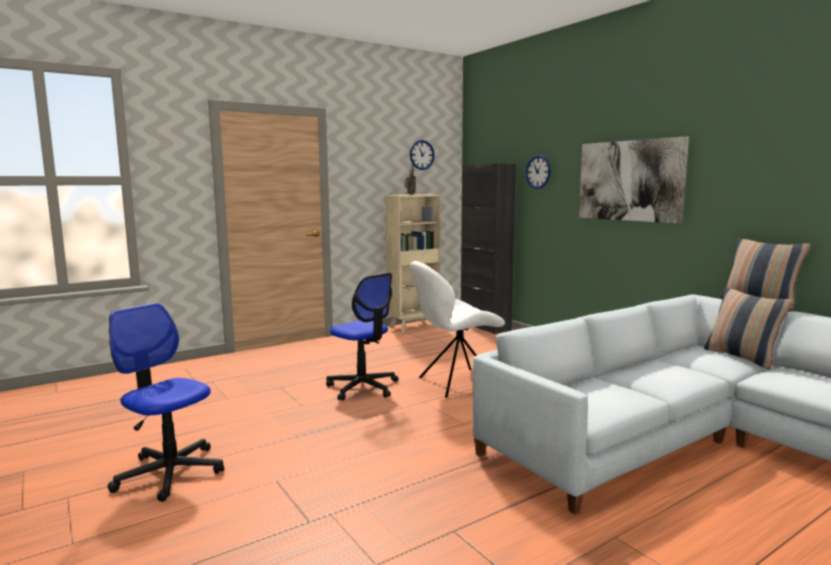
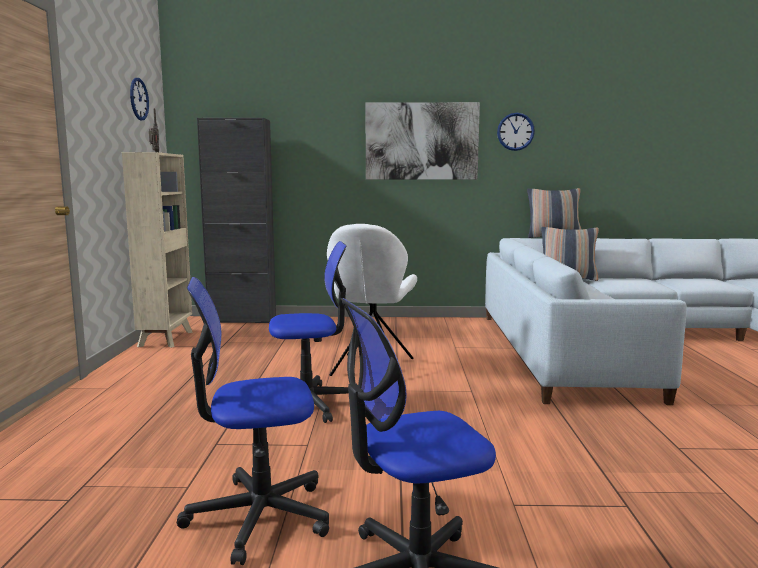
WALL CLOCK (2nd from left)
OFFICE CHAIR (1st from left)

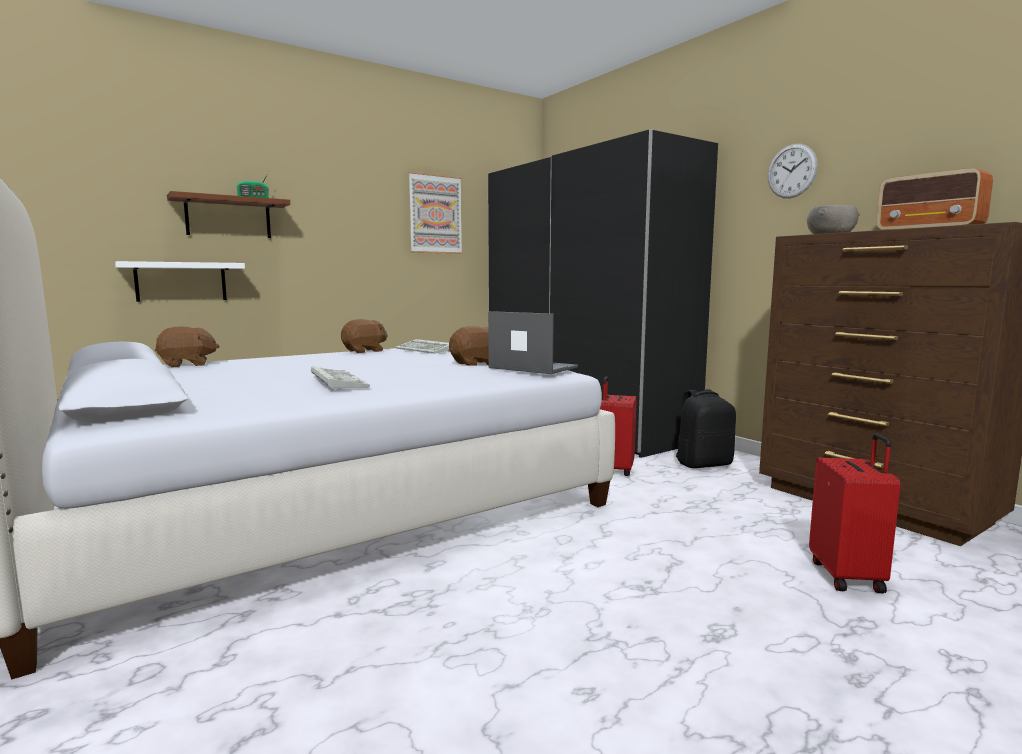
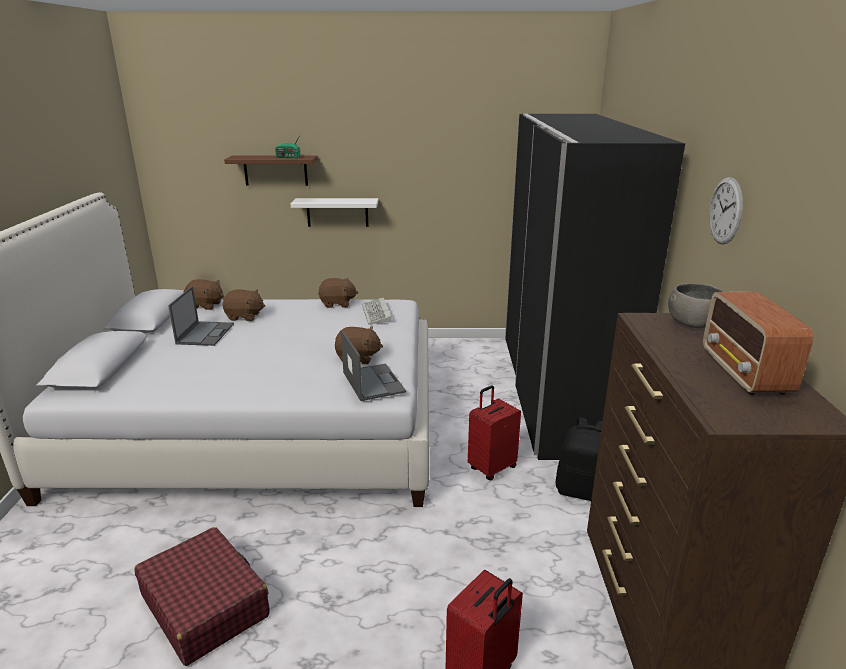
PICTURE
WHITE SHELF
KEYBOARD (1st from left in the first image)
LAPTOP (1st from left)
BROWN PLUSH TOY (2nd from left)
RED SUITCASE (1st from left)

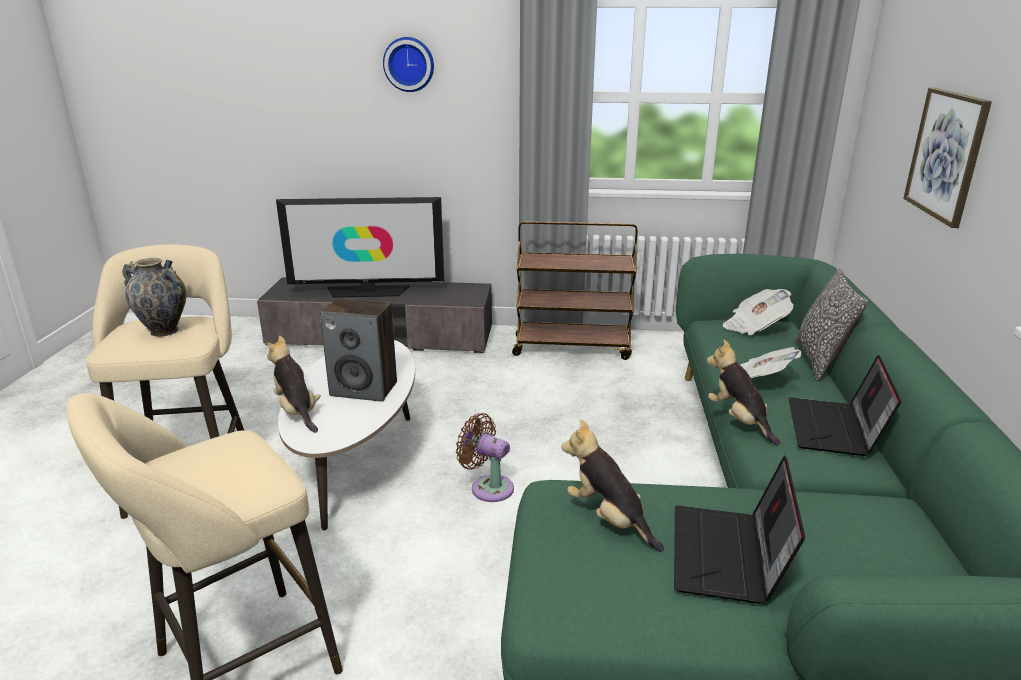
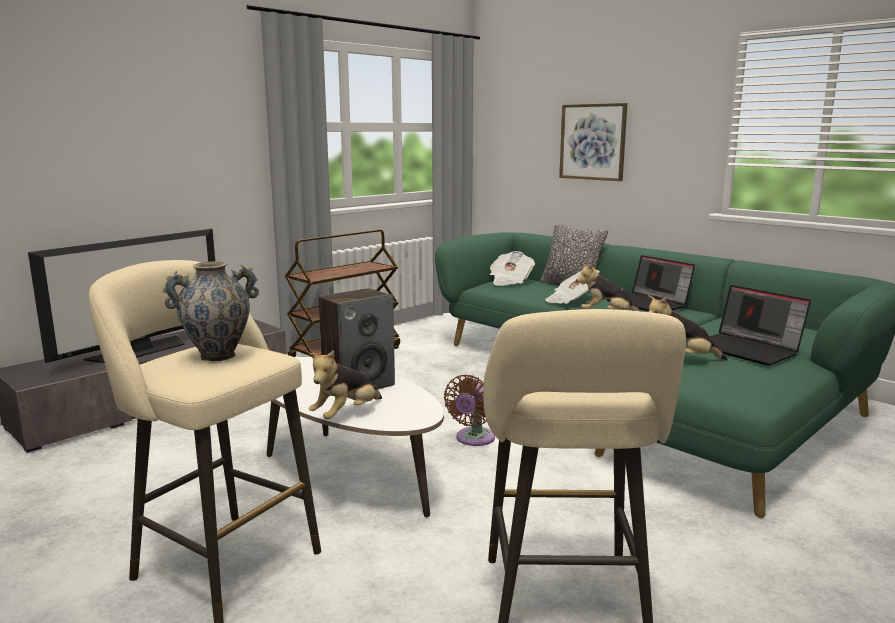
WALL CLOCK
PLUSH TOY (1st from left)
BROWN FAN

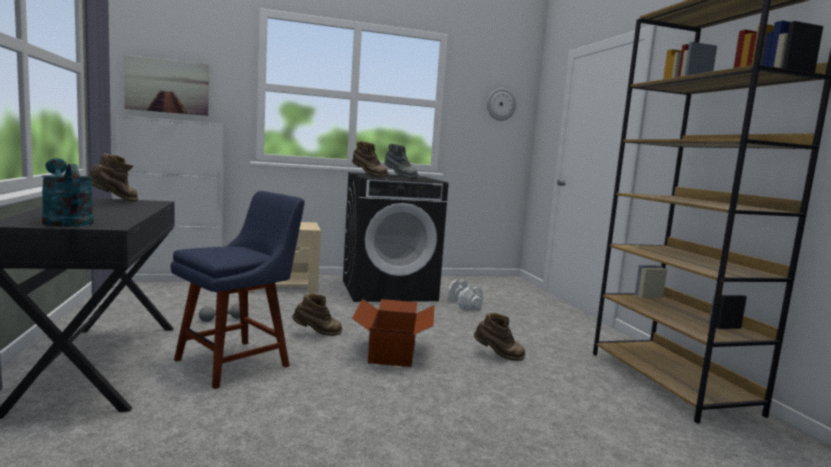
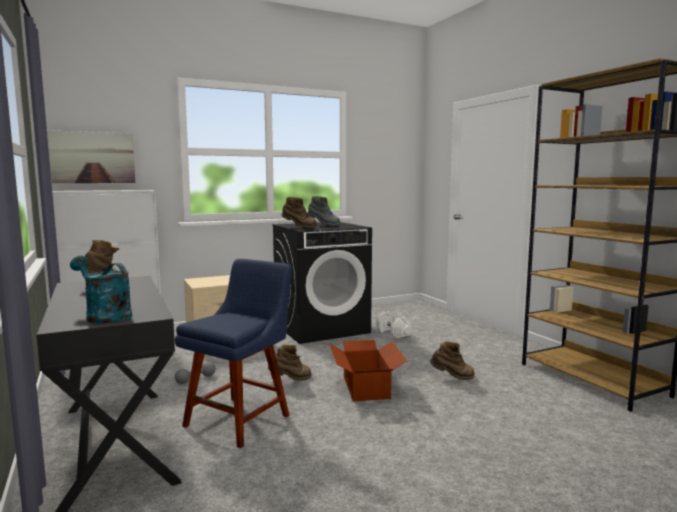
WALL CLOCK

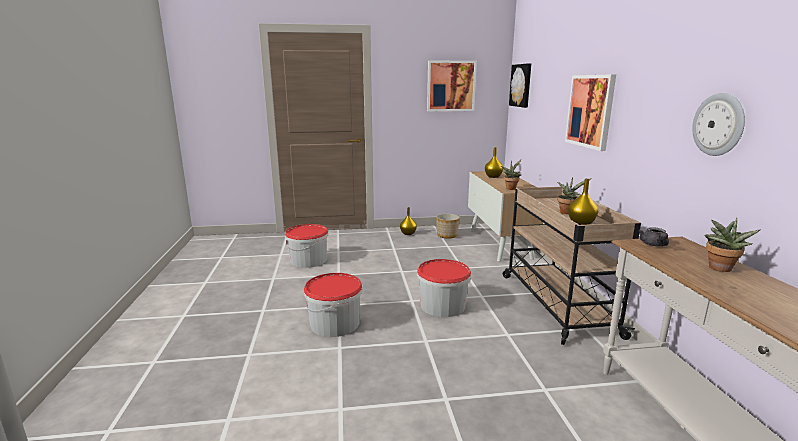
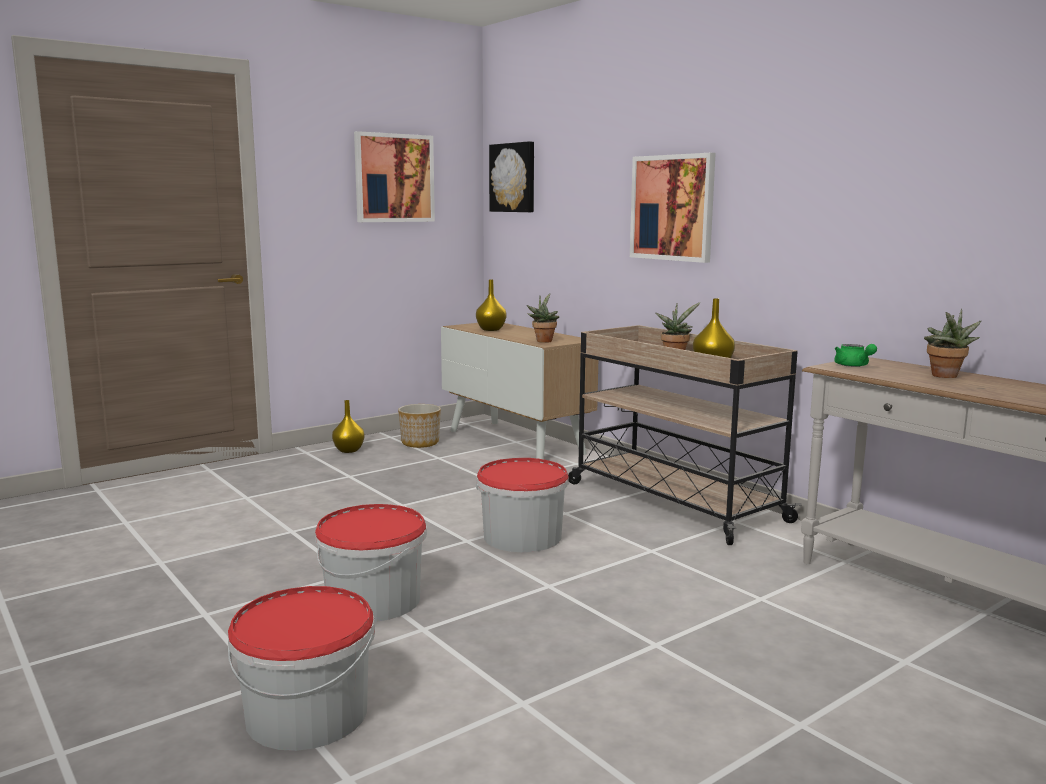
WALL CLOCK
BUCKET (1st from left)
GREEN TEAPOT

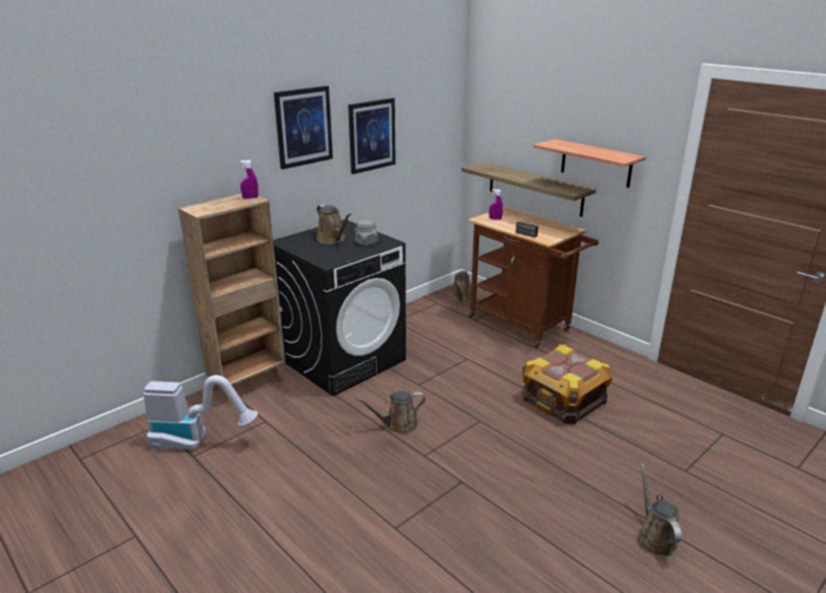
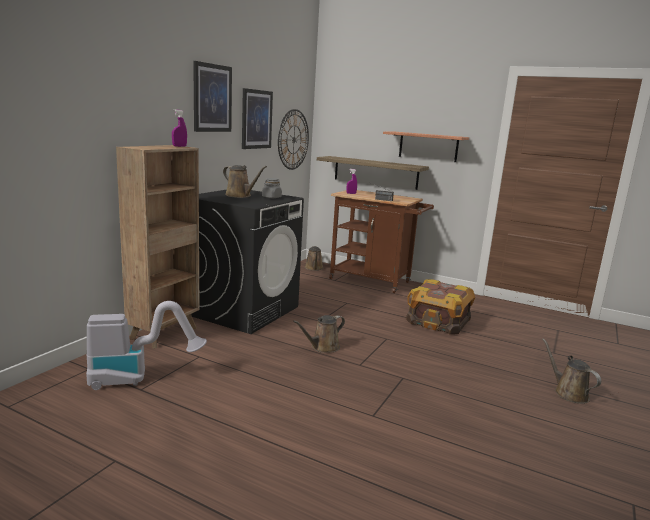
WALL CLOCK

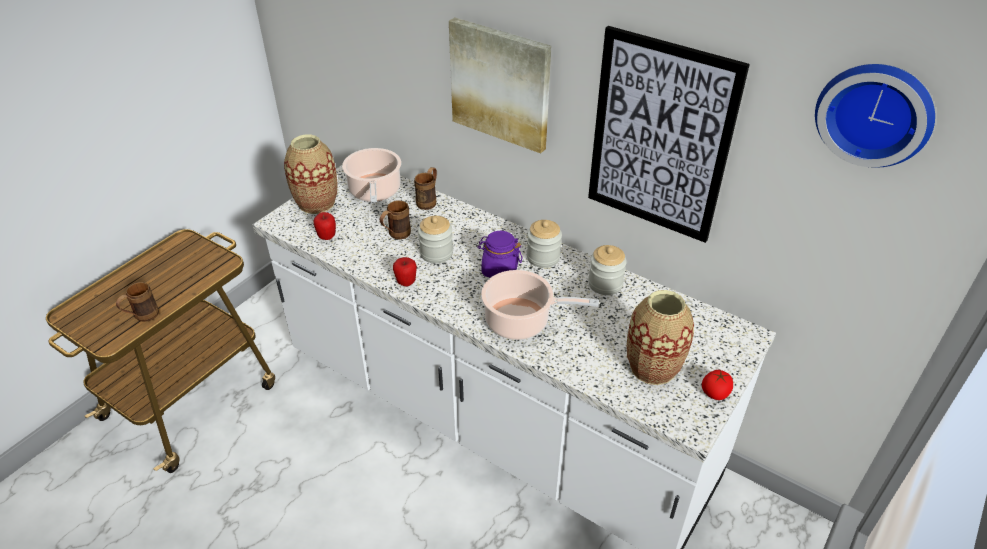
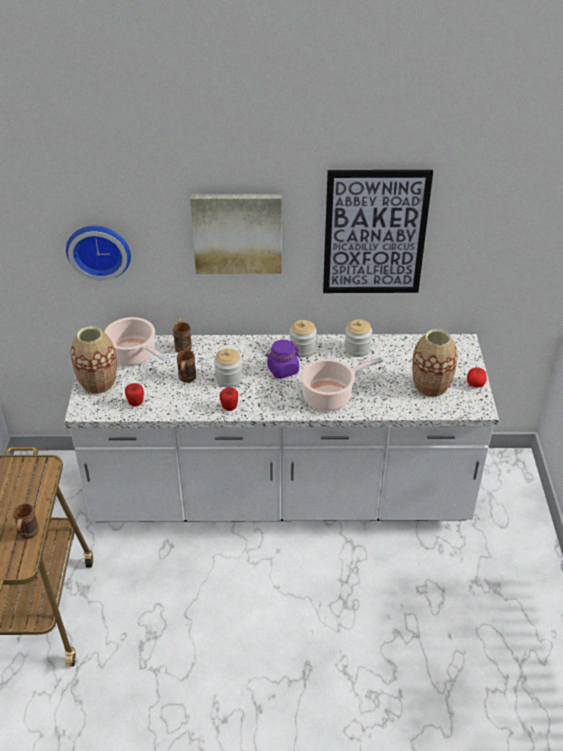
WALL CLOCK

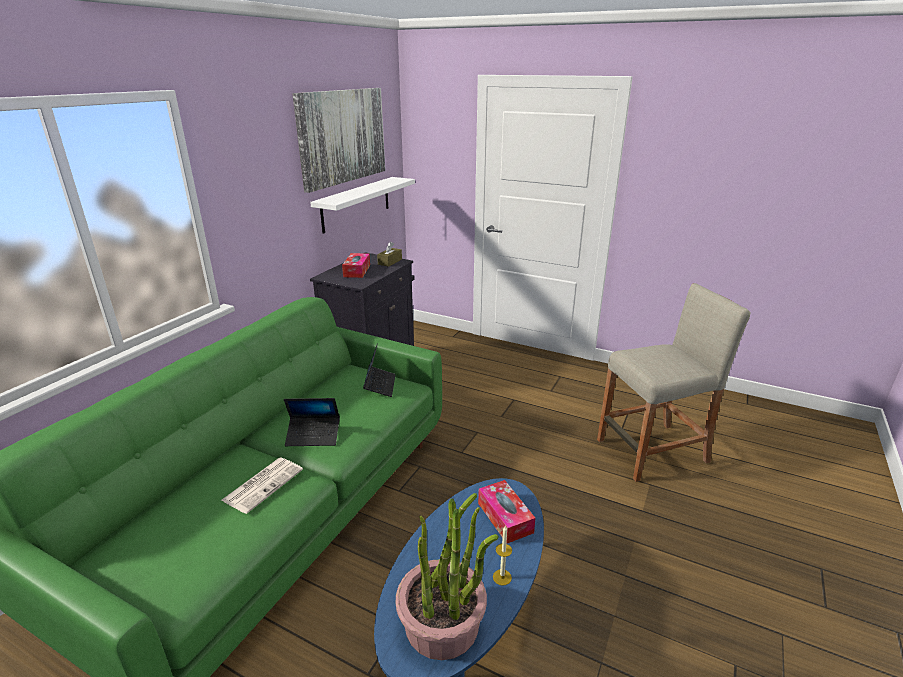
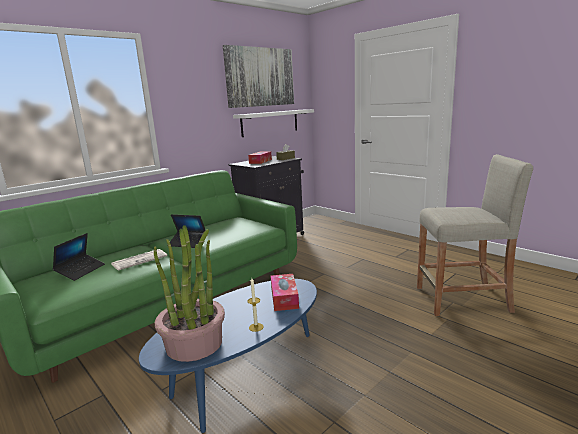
LAPTOP (1st from left)

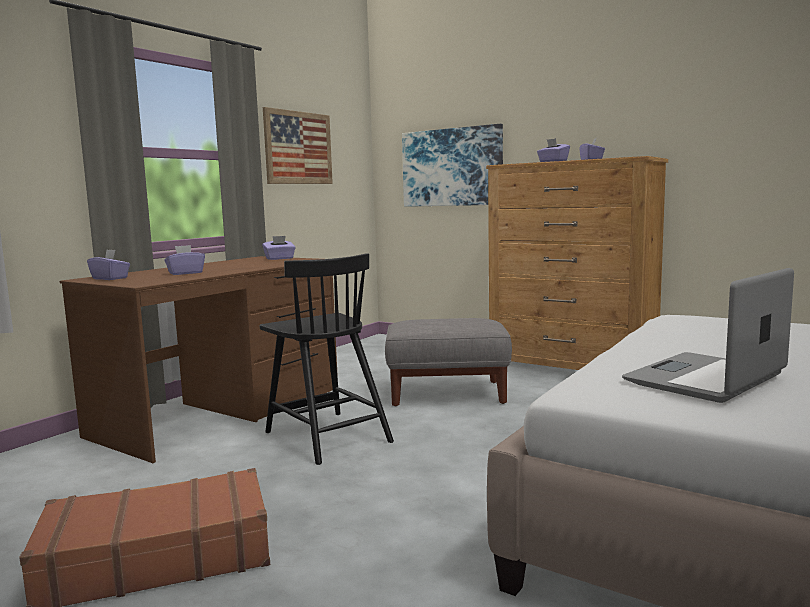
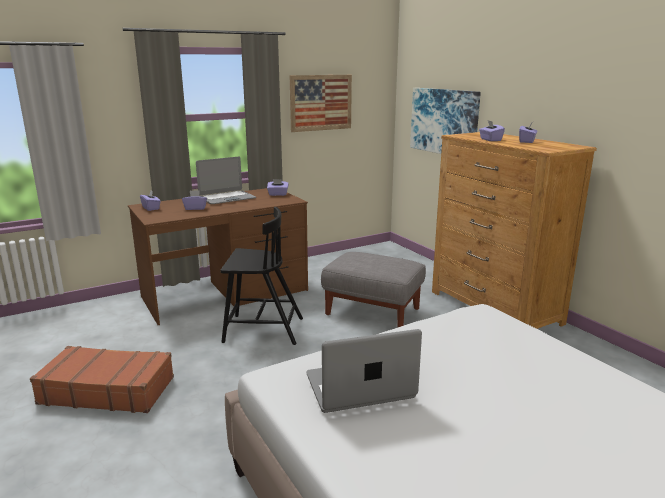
BLACK CHAIR
LAPTOP (1st from left)

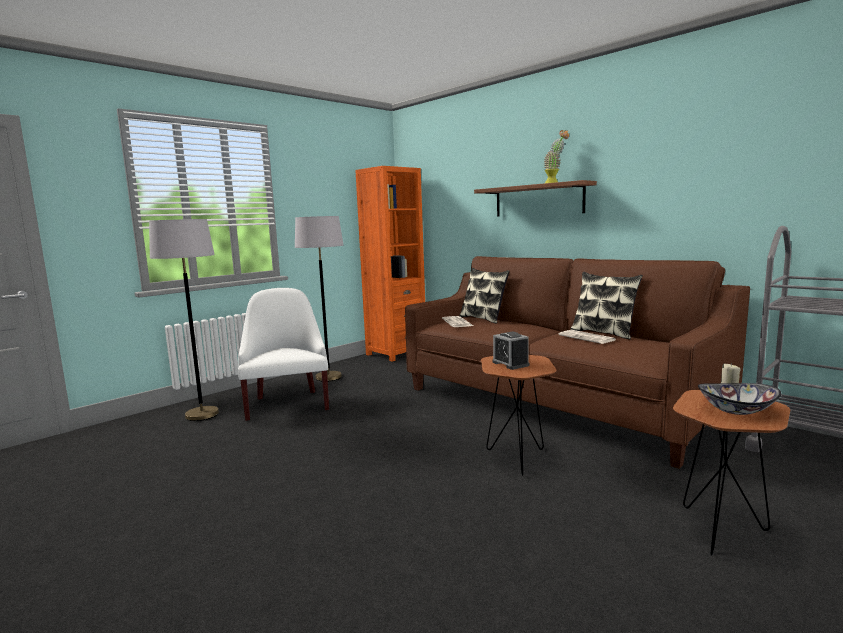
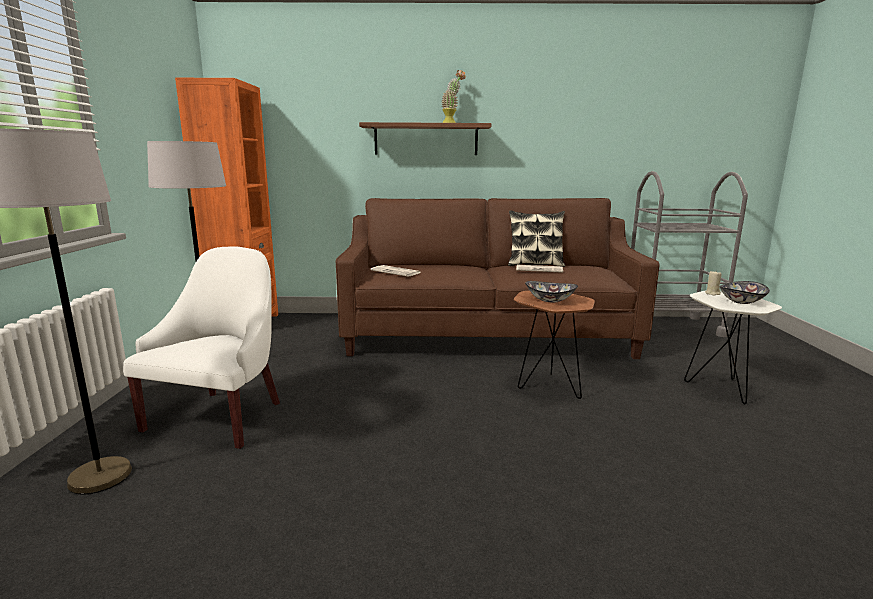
PILLOW (1st from left in the first image)
WHITE ARMCHAIR
BOWL (1st from left)
WHITE SIDE TABLE

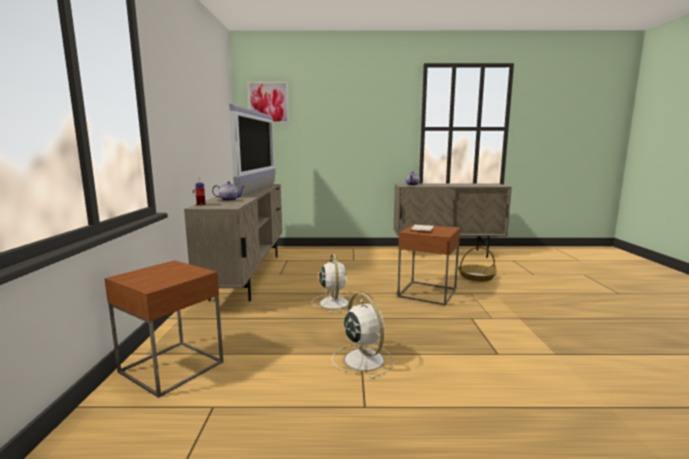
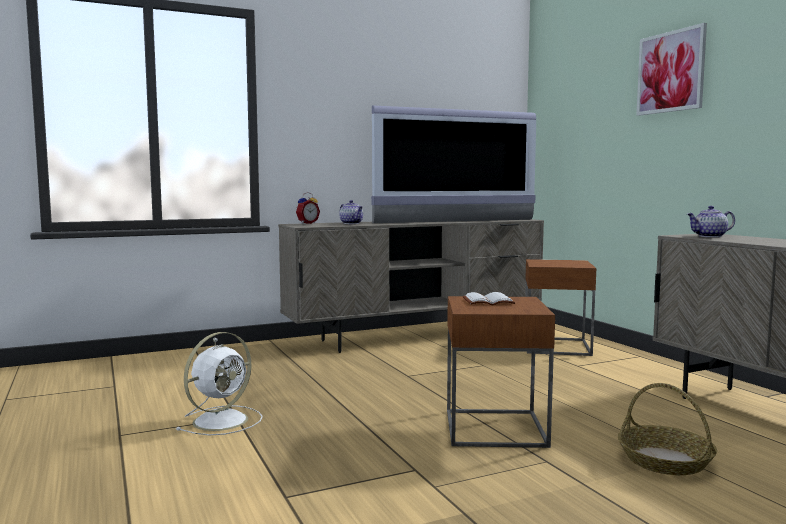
PICTURE
WHITE FAN (1st from left in the first image)
BROWN SIDE TABLE (2nd from left)

